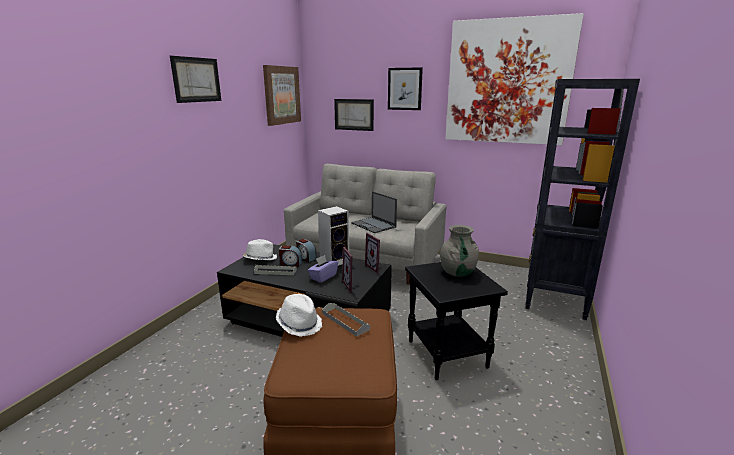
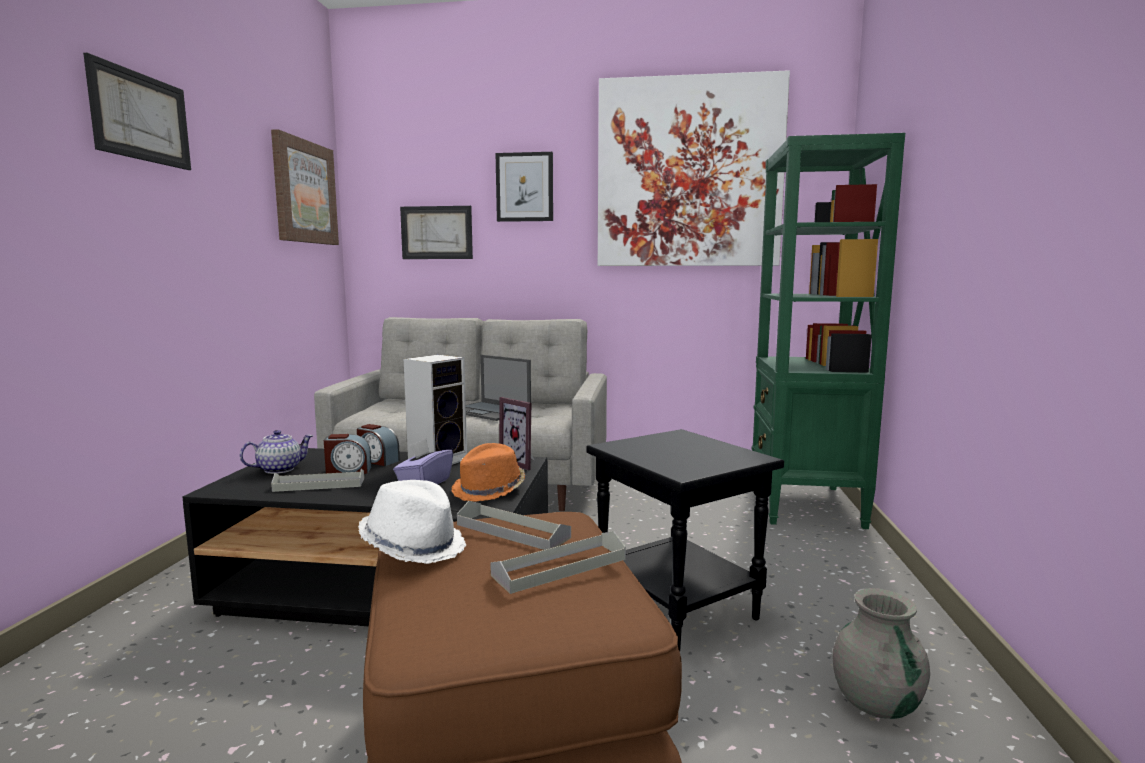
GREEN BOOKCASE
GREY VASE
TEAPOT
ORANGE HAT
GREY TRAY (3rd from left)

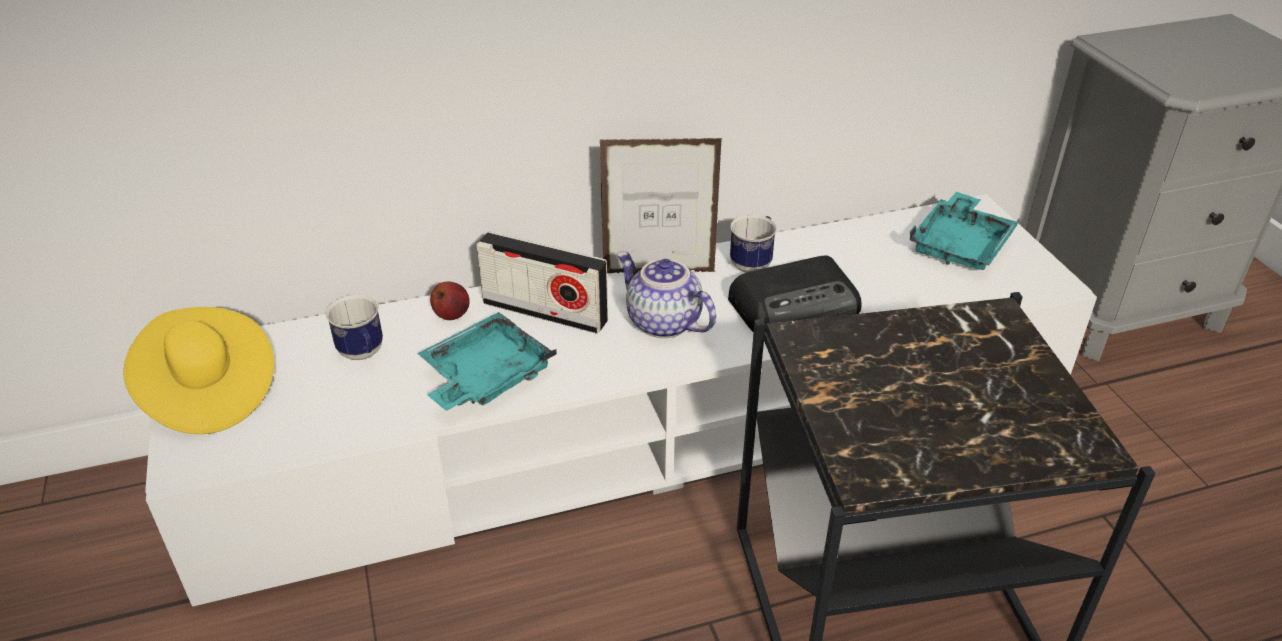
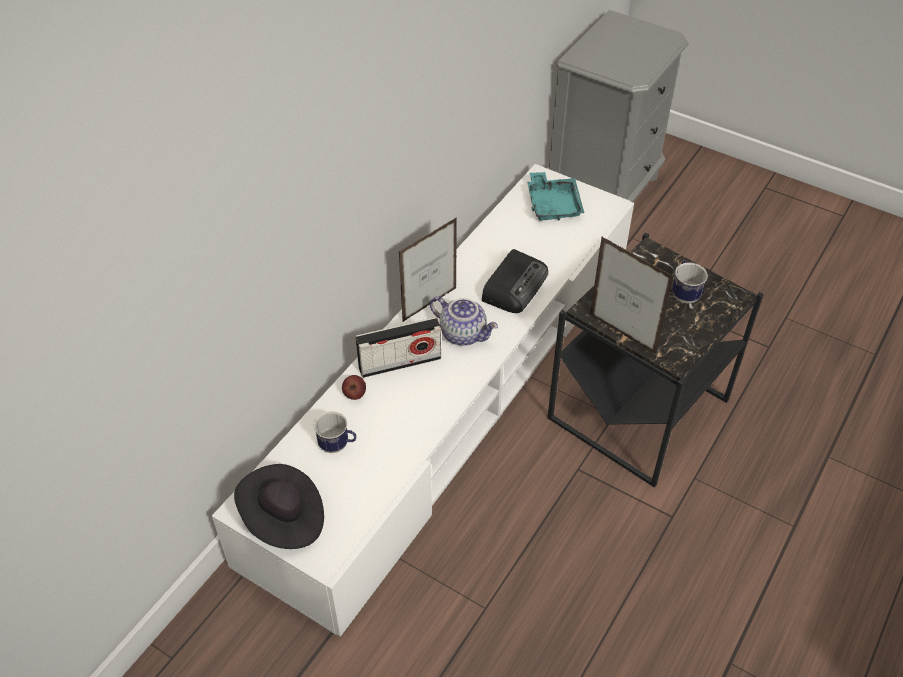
MUG (2nd from left)
TEAPOT
BLACK HAT
TURQUOISE TRAY (1st from left in the first image)
PICTURE FRAME (2nd from left)

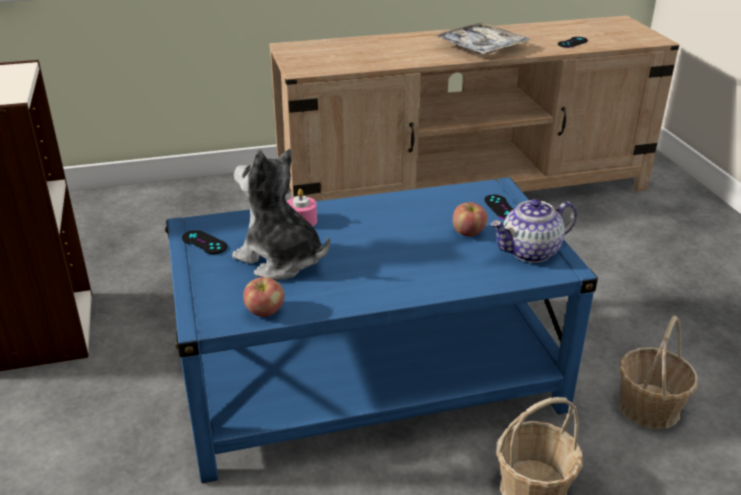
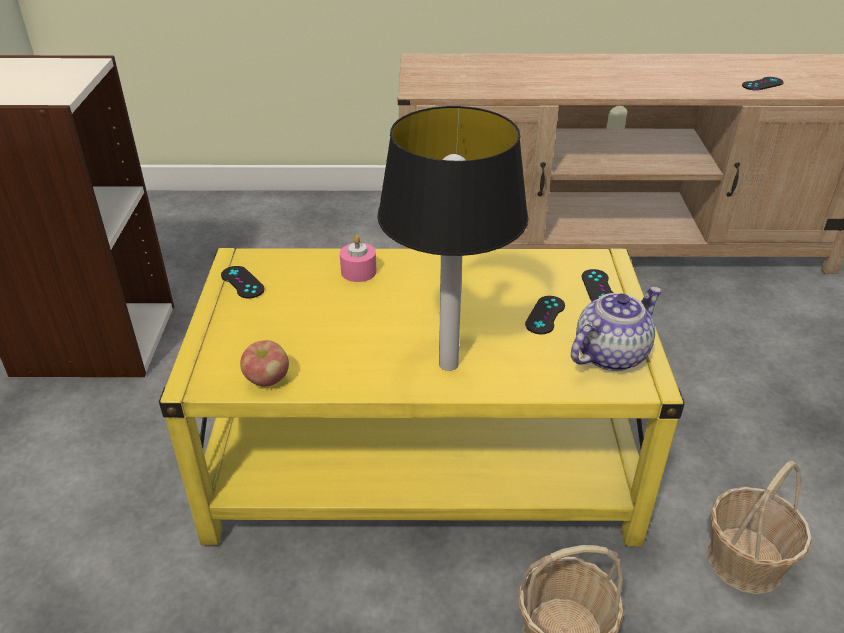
TRAY
PLUSH TOY
YELLOW COFFEE TABLE
TEAPOT
BLACK GAME CONTROLLER (2nd from left)
TABLE LAMP

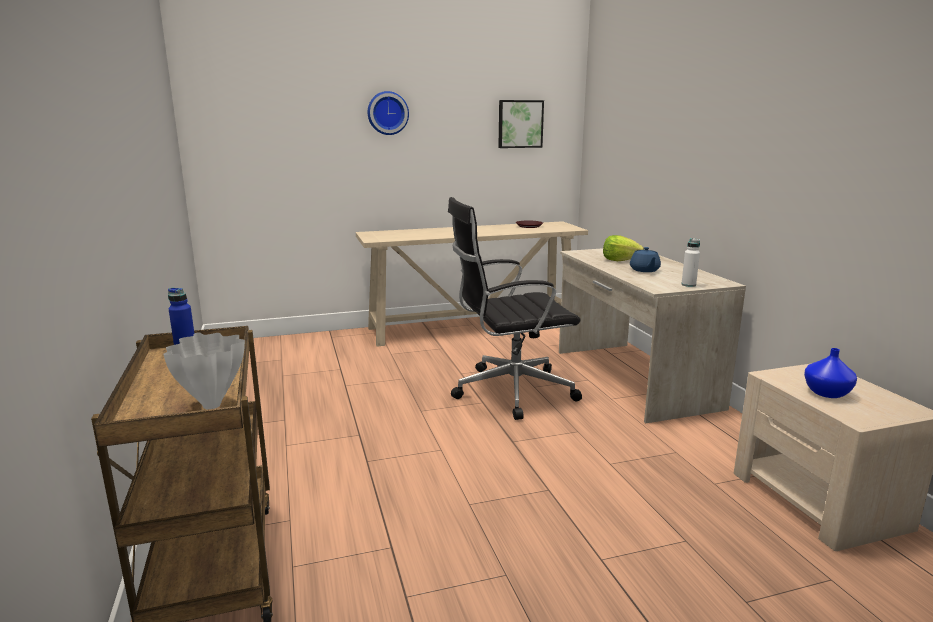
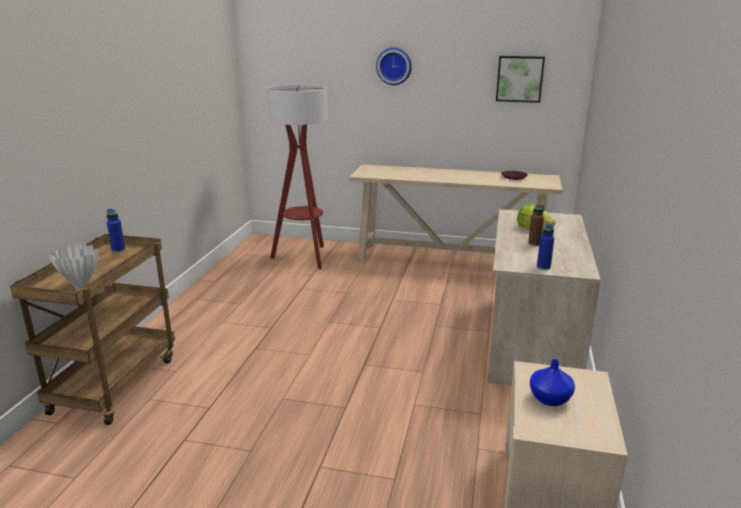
BLACK OFFICE CHAIR
BLUE BOTTLE (2nd from left)
BROWN BOTTLE
FLOOR LAMP

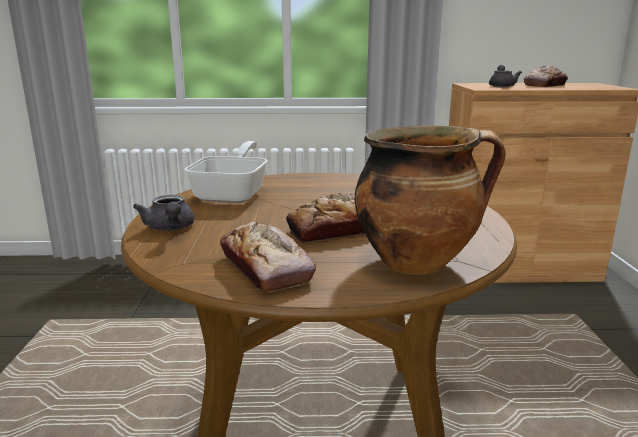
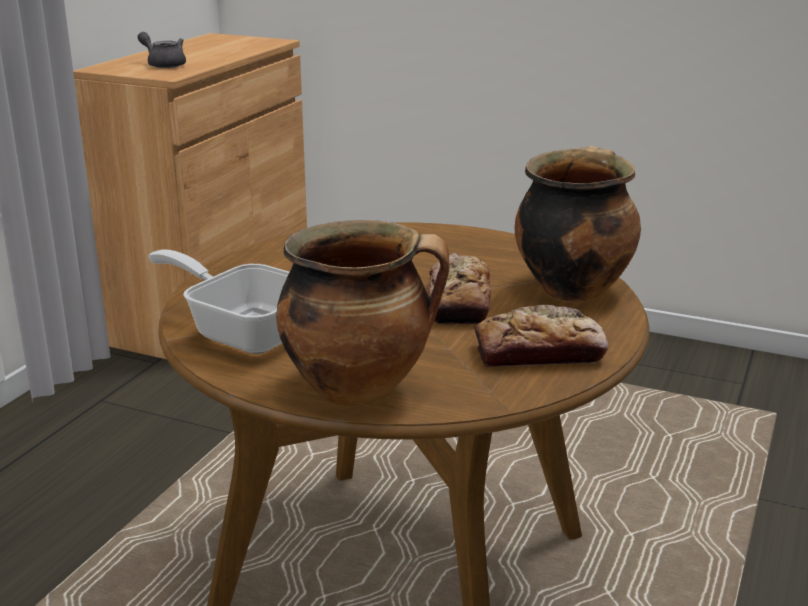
BREAD (3rd from left in the first image)
COOKING POT (1st from left)

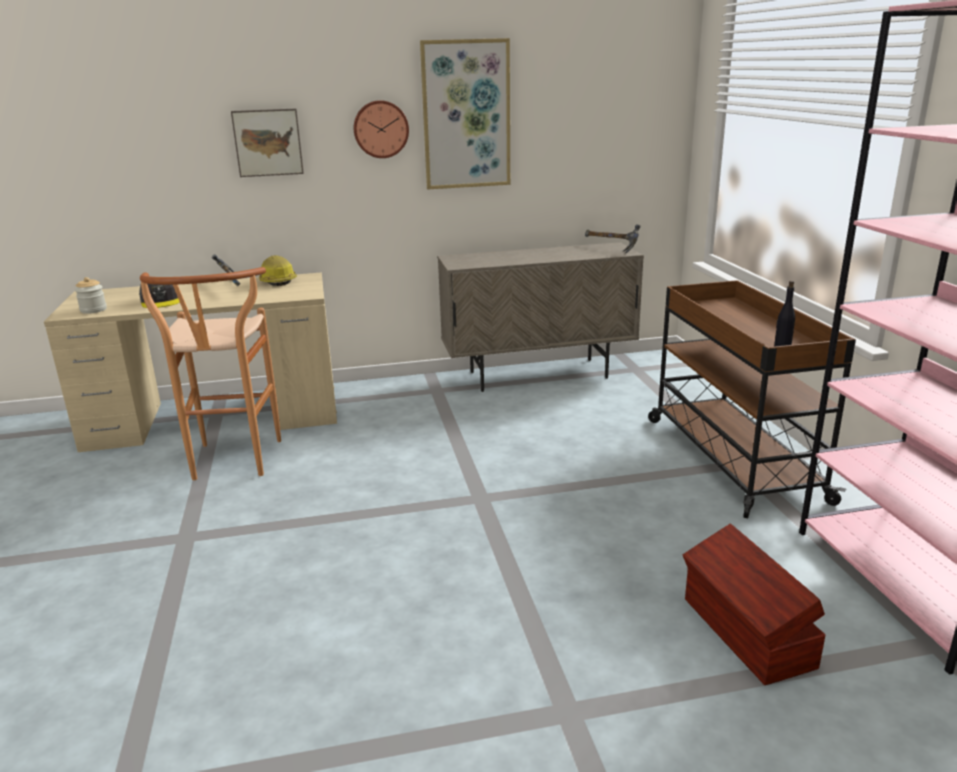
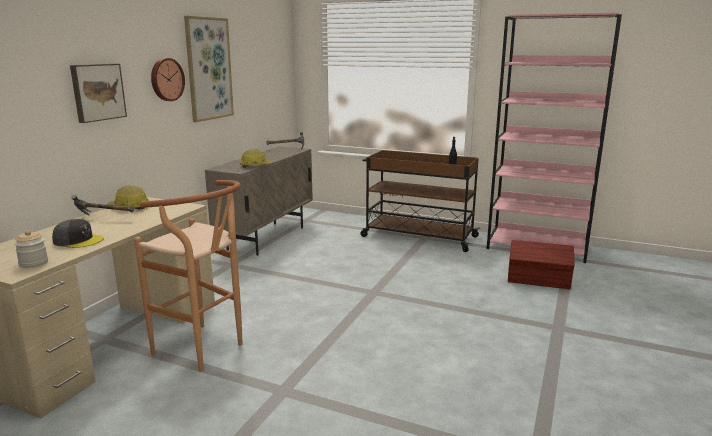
HARD HAT (2nd from left)

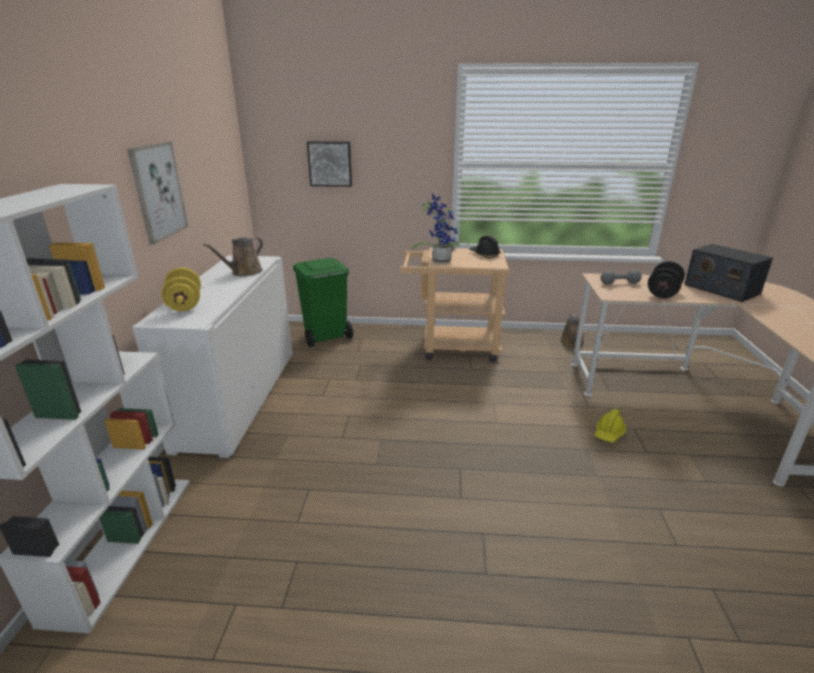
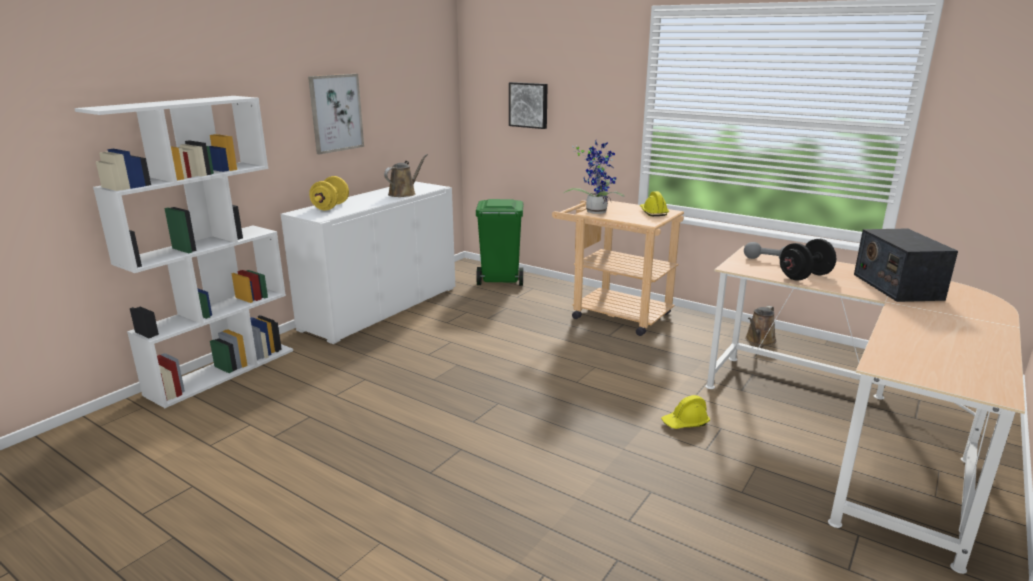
YELLOW HARD HAT (1st from left)
BROWN WATERING CAN (1st from left)

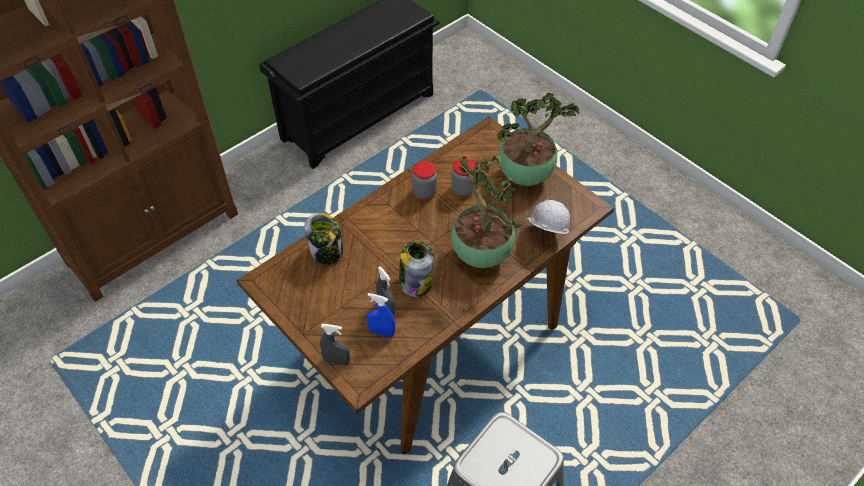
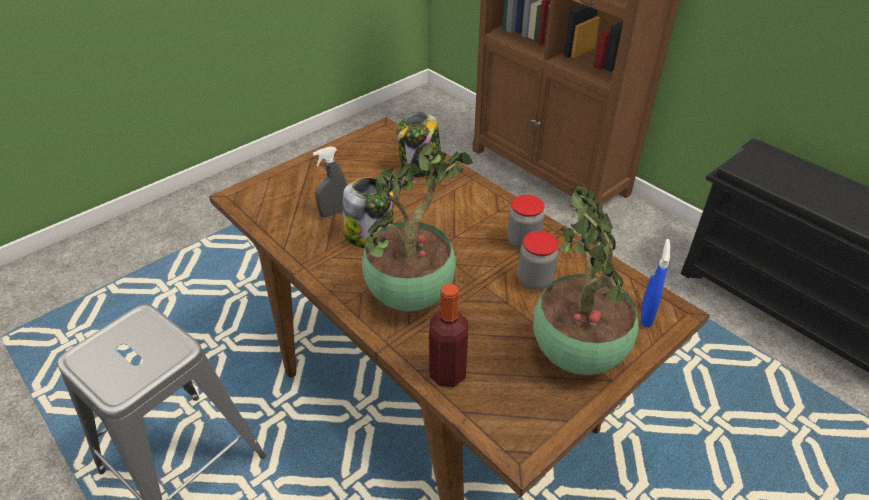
BOTTLE
BLUE SPRAY BOTTLE
GREY SPRAY BOTTLE (1st from left in the first image)

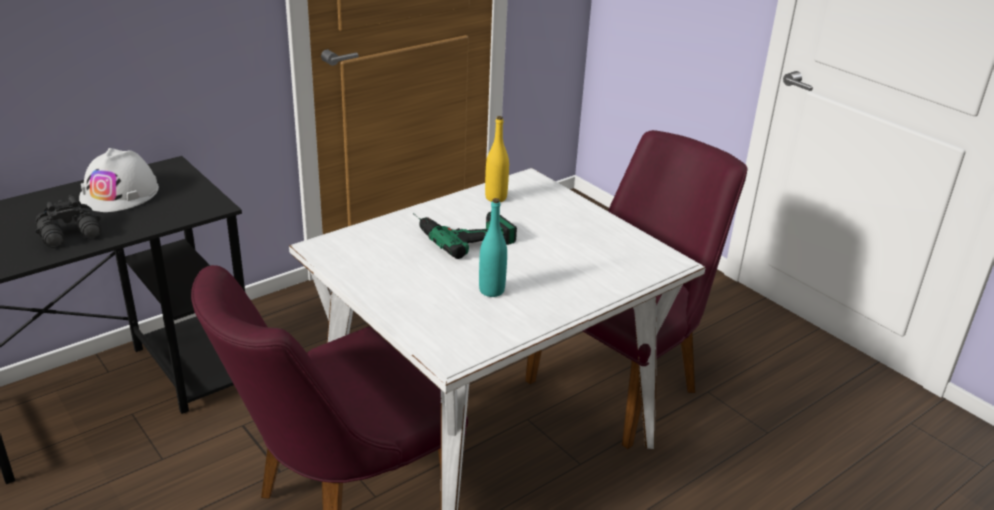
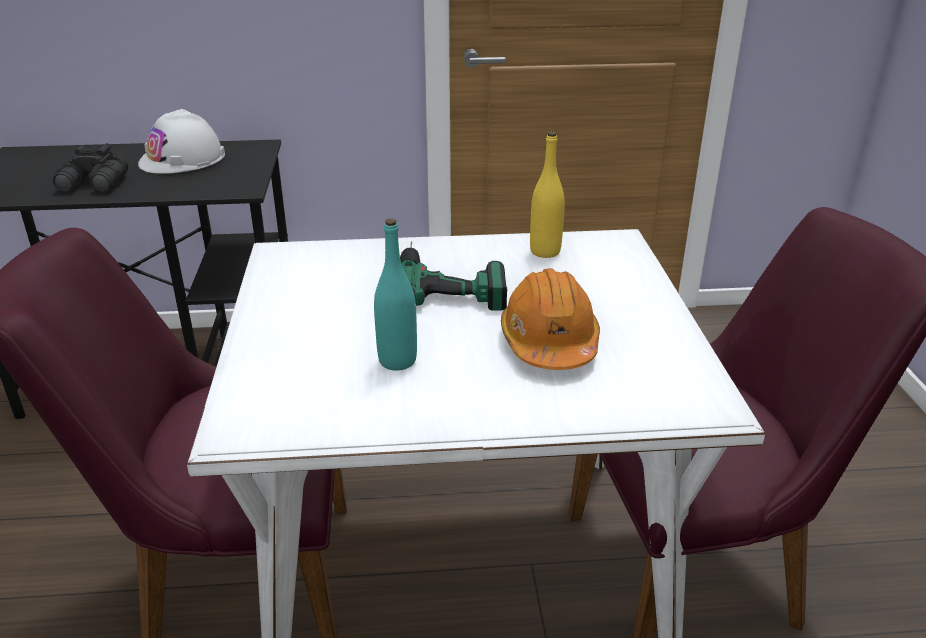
ORANGE HARD HAT

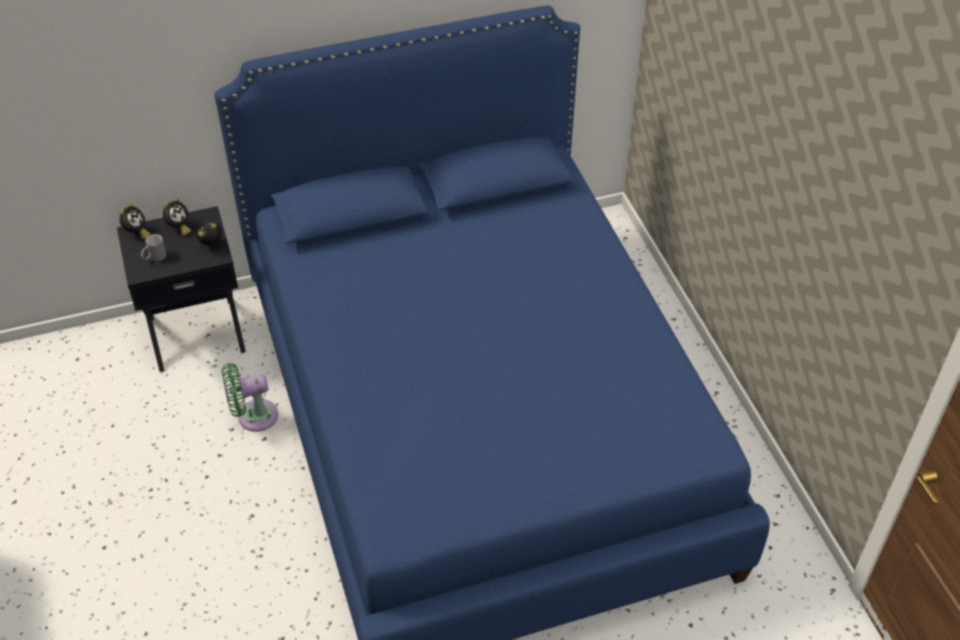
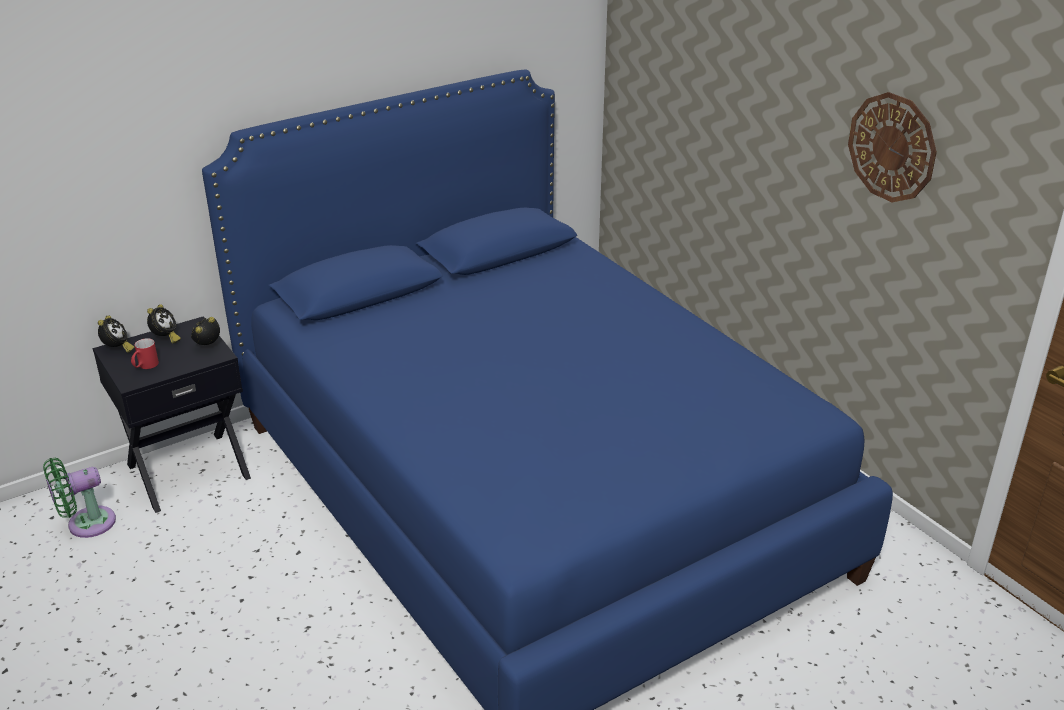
RED MUG
GREEN FAN
WALL CLOCK

